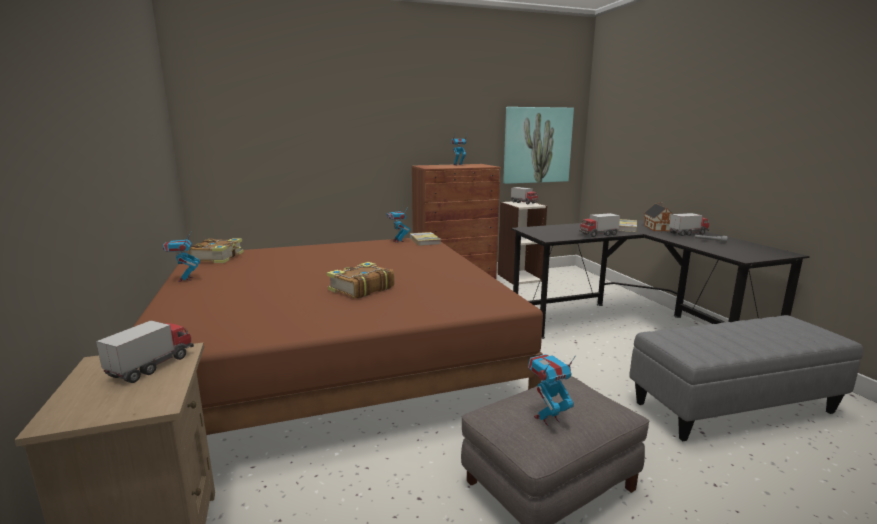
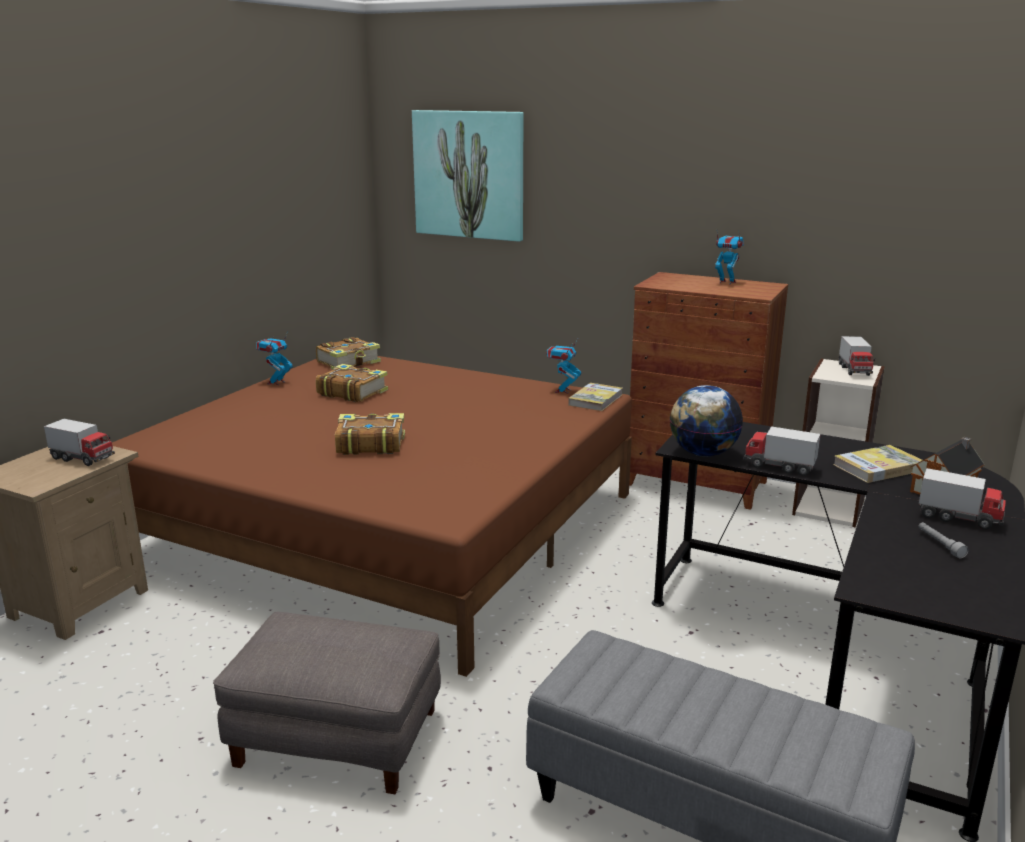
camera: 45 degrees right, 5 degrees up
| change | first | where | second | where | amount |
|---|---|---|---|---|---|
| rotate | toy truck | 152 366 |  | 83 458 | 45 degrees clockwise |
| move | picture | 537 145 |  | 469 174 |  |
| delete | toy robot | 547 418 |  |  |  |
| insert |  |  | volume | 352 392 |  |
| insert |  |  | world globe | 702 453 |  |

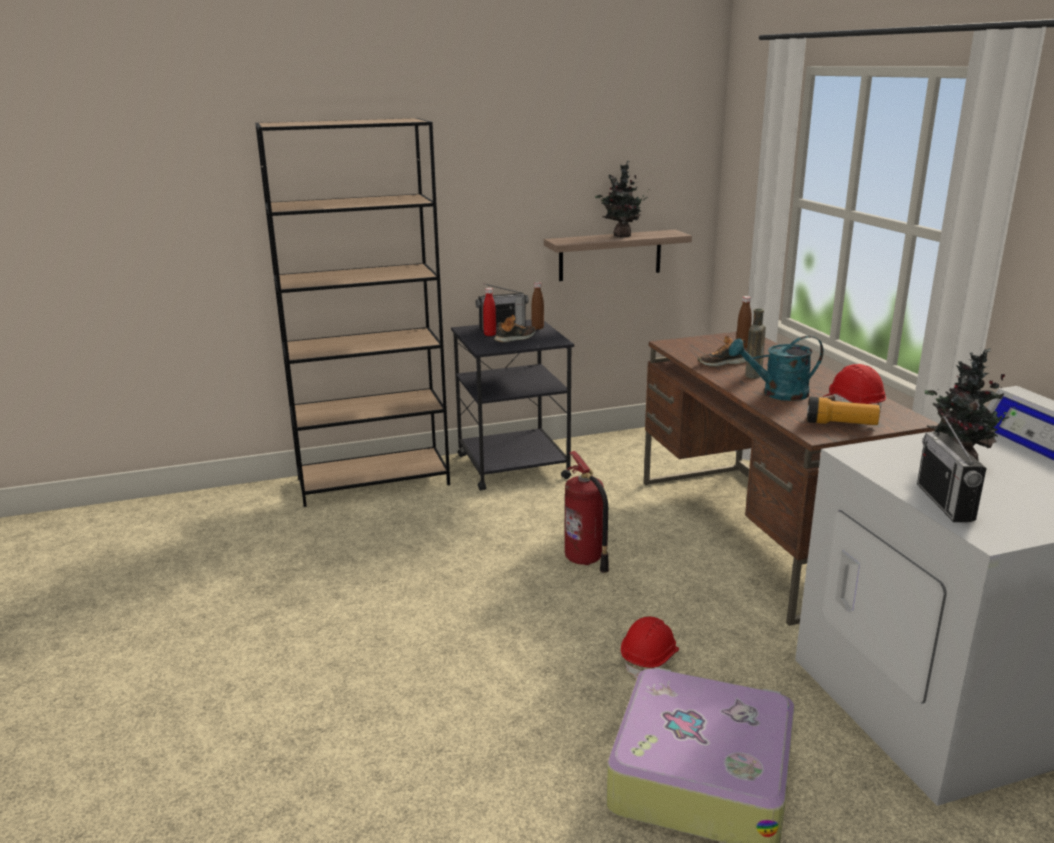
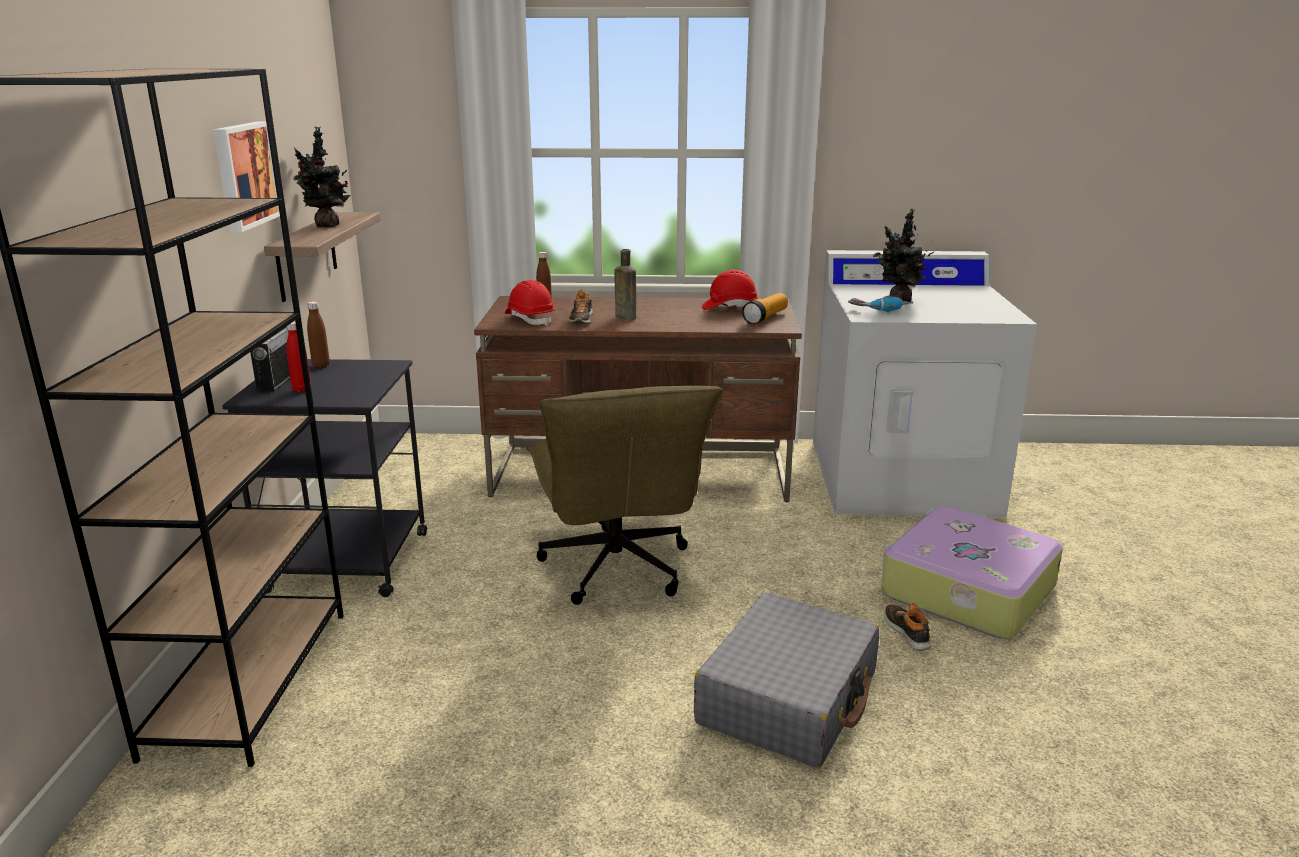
camera: 70 degrees left, 0 degrees up
| change | first | where | second | where | amount |
|---|---|---|---|---|---|
| move | shoe | 515 338 |  | 907 632 |  |
| replace | fire extinguisher | 584 560 | beige-coloured desk chair | 615 565 |  |
| move | red hard hat | 650 659 |  | 530 319 |  |
| delete | turquoise-coloured watering can | 777 394 |  |  |  |
| delete | radio receiver | 944 502 |  |  |  |
| insert |  |  | picture | 243 175 |  |
| insert |  |  | gray suitcase | 788 698 |  |
| insert |  |  | electric drill | 880 310 |  |

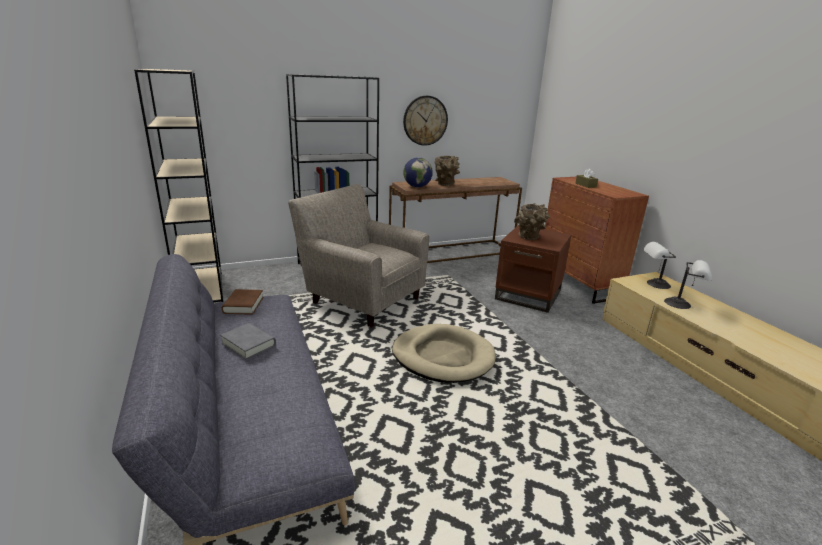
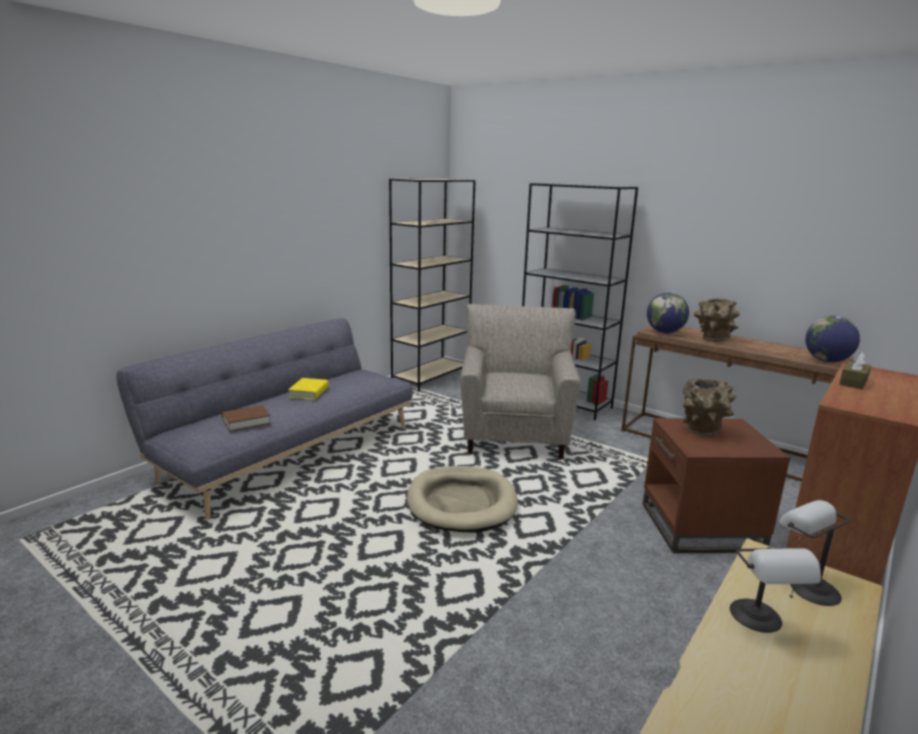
camera: 60 degrees right, 5 degrees down
| change | first | where | second | where | amount |
|---|---|---|---|---|---|
| recolor | gray volume | 248 344 | yellowish volume | 309 392 |  |
| move | brown-coloured volume | 243 305 |  | 246 422 |  |
| delete | clock on the wall | 425 120 |  |  |  |
| insert |  |  | world globe | 827 361 |  |

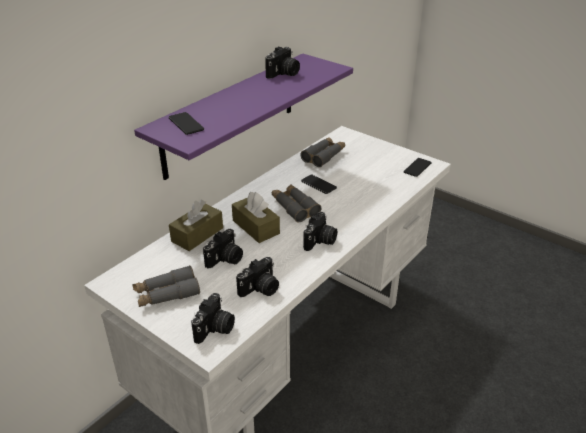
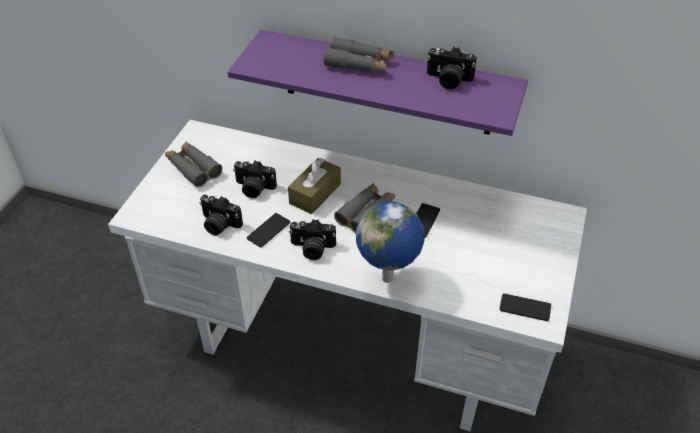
camera: 70 degrees right, 10 degrees up
| change | first | where | second | where | amount |
|---|---|---|---|---|---|
| move | handset | 186 124 |  | 268 230 |  |
| delete | brown-coloured tissue box | 197 234 |  |  |  |
| delete | still camera | 215 329 |  |  |  |
| move | gray binoculars | 324 156 |  | 359 64 |  |
| insert |  |  | world globe | 388 279 |  |

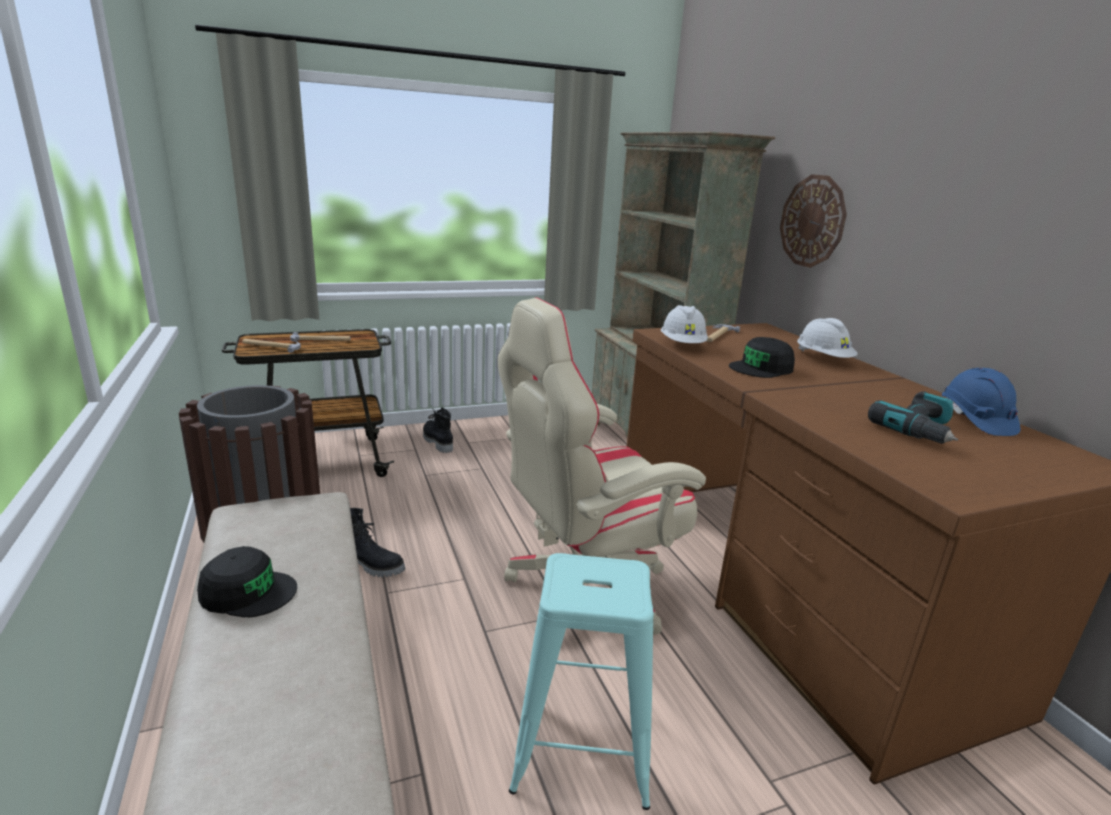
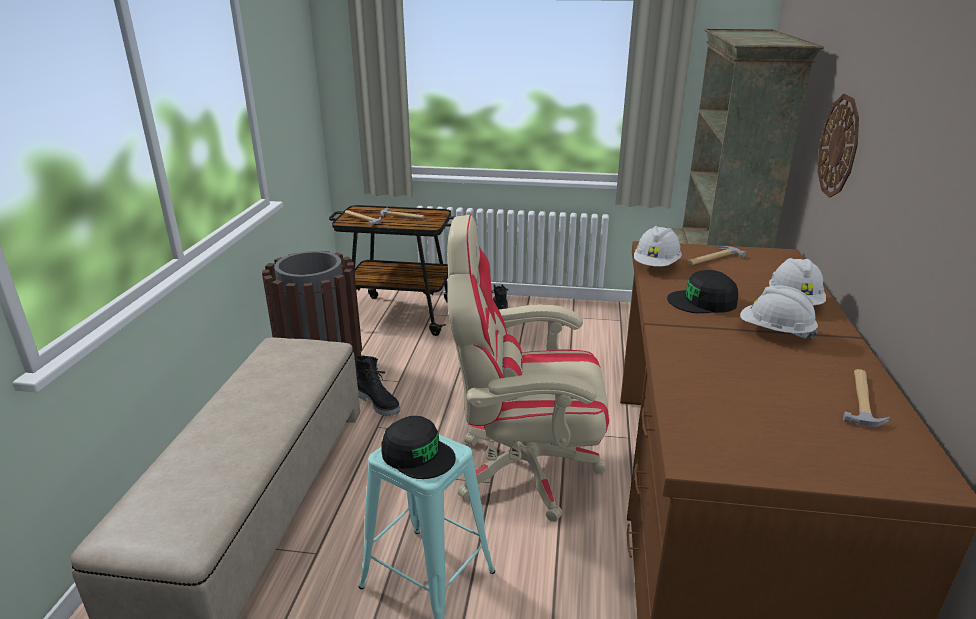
camera: 30 degrees right, 5 degrees up
| change | first | where | second | where | amount |
|---|---|---|---|---|---|
| move | blackish baseball cap | 248 592 |  | 418 455 |  |
| delete | electric drill | 920 430 |  |  |  |
| replace | blue-coloured hard hat | 975 420 | hammer | 862 400 |  |
| insert |  |  | white-coloured hard hat | 775 332 |  |

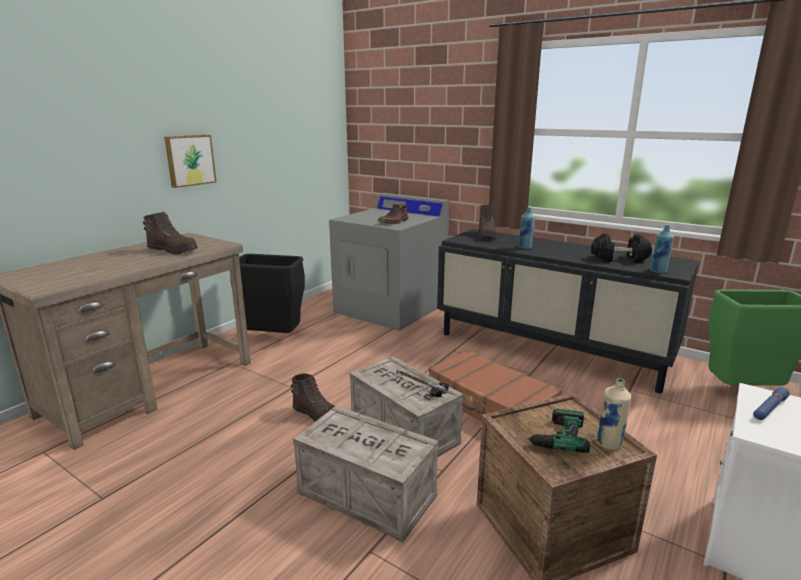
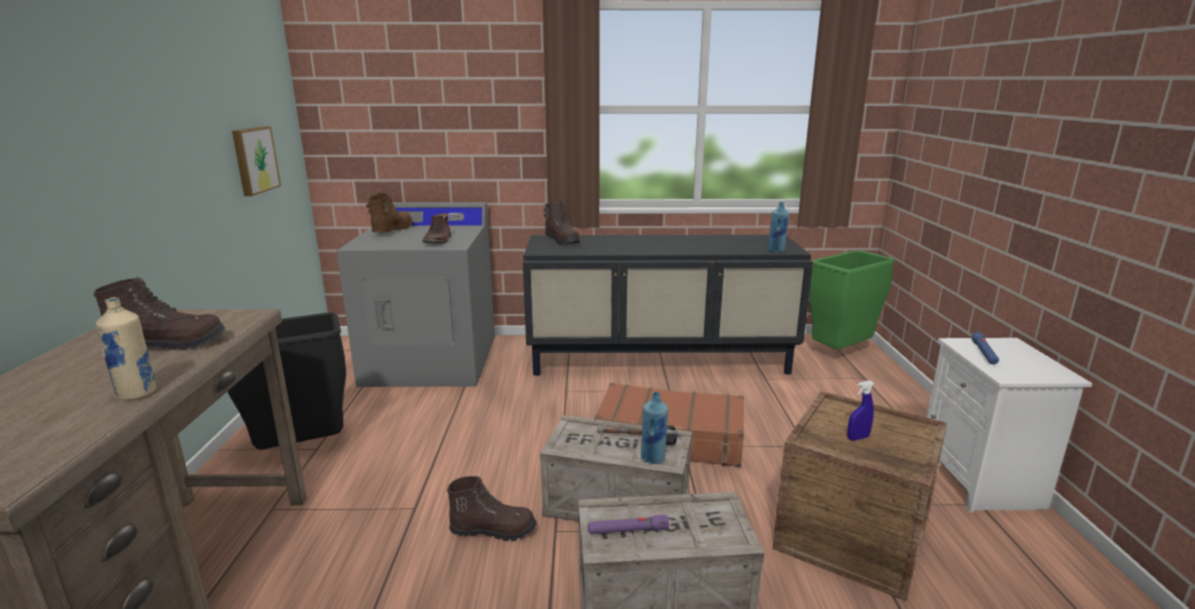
camera: 35 degrees left, 0 degrees up
| change | first | where | second | where | amount |
|---|---|---|---|---|---|
| move | picture | 189 160 |  | 254 160 |  |
| replace | electric drill | 550 435 | blue-coloured sprayer | 857 438 |  |
| move | blue-coloured bottle | 525 247 |  | 653 458 |  |
| delete | blackish dumbbell | 619 259 |  |  |  |
| move | beige-coloured bottle | 609 444 |  | 137 394 |  |
| insert |  |  | brown-coloured boot | 391 230 |  |
| insert |  |  | purple-coloured torch | 627 531 |  |

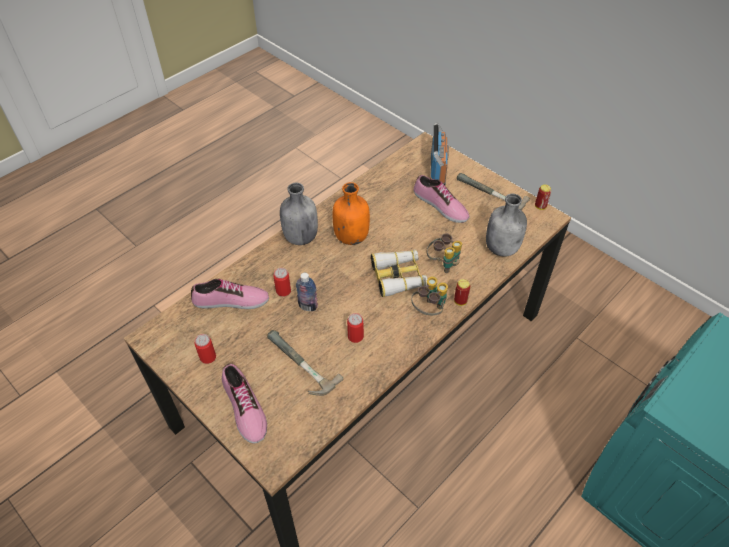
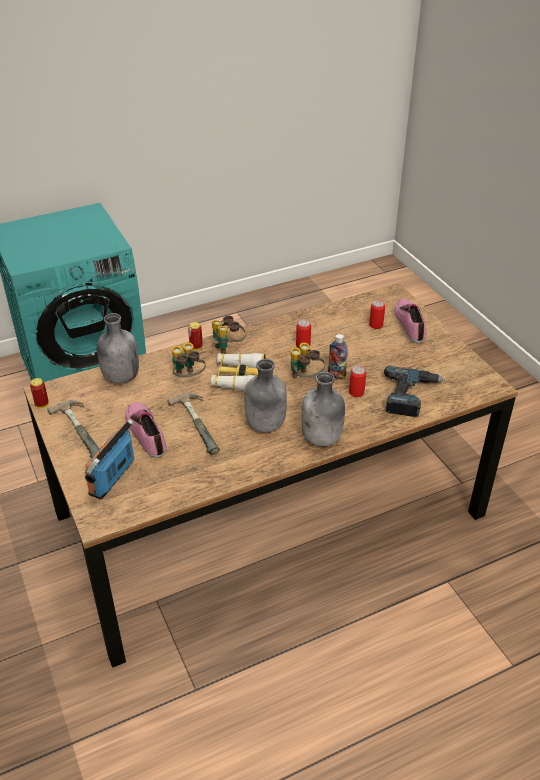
camera: 160 degrees left, 10 degrees down
| change | first | where | second | where | amount |
|---|---|---|---|---|---|
| replace | shoe | 231 301 | electric drill | 410 396 |  |
| move | can | 208 357 |  | 376 325 |  |
| move | hammer | 297 366 |  | 202 423 |  |
| recolor | orange bottle | 351 236 | gray bottle | 265 425 |  |
| insert |  |  | binoculars | 305 378 |  |

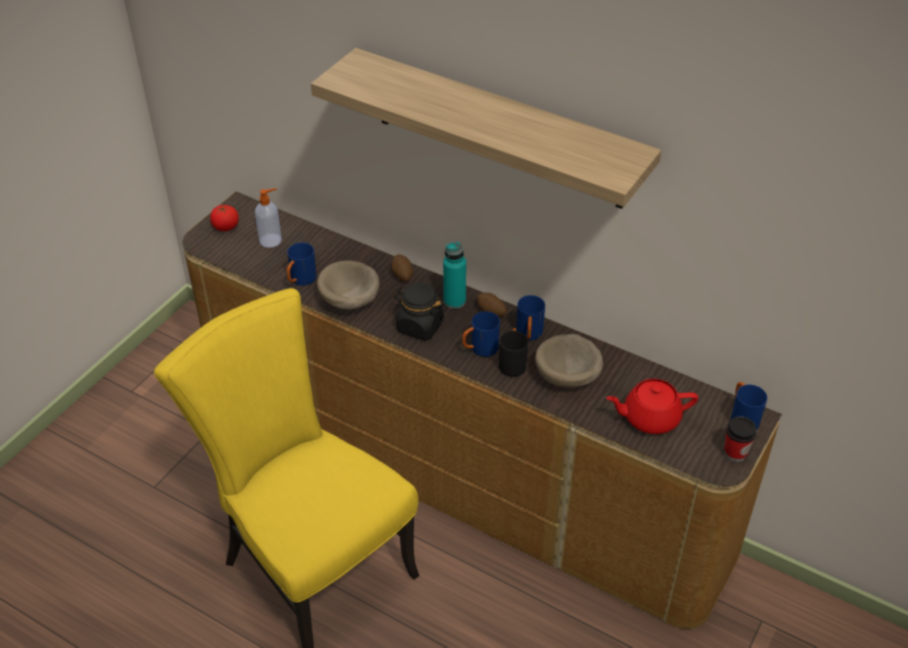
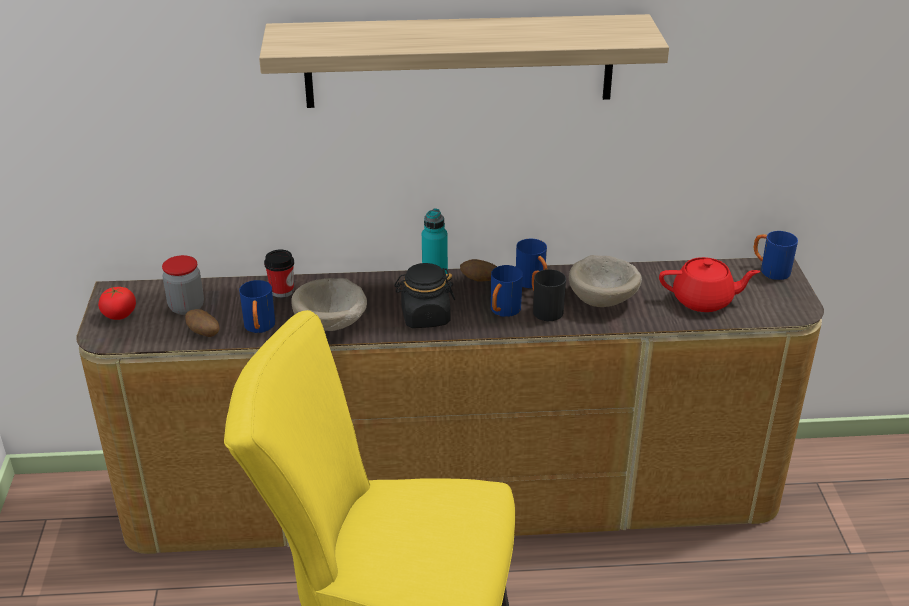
camera: 35 degrees left, 10 degrees down
| change | first | where | second | where | amount |
|---|---|---|---|---|---|
| replace | soap bottle | 271 240 | jar | 186 307 |  |
| move | potato | 402 275 |  | 203 333 |  |
| rotate | red tea pot | 649 418 |  | 703 301 | 135 degrees counterclockwise |
| move | small cup | 735 453 |  | 282 291 |  |

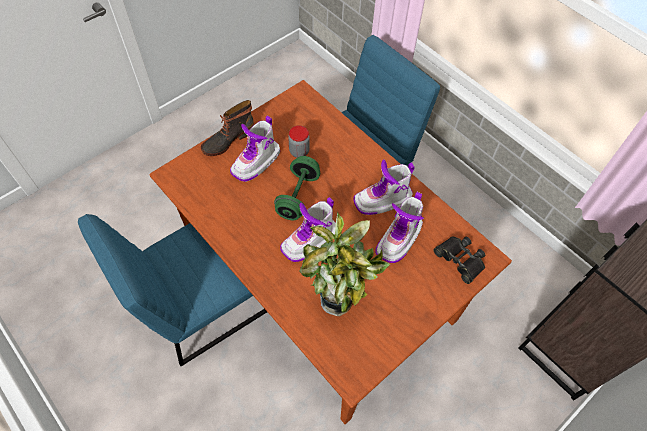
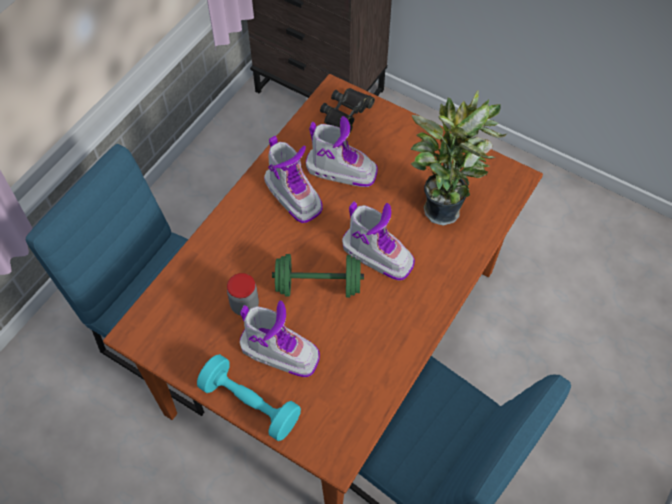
camera: 105 degrees left, 0 degrees up
| change | first | where | second | where | amount |
|---|---|---|---|---|---|
| replace | boot | 228 139 | turquoise-coloured dumbbell | 250 404 |  |

